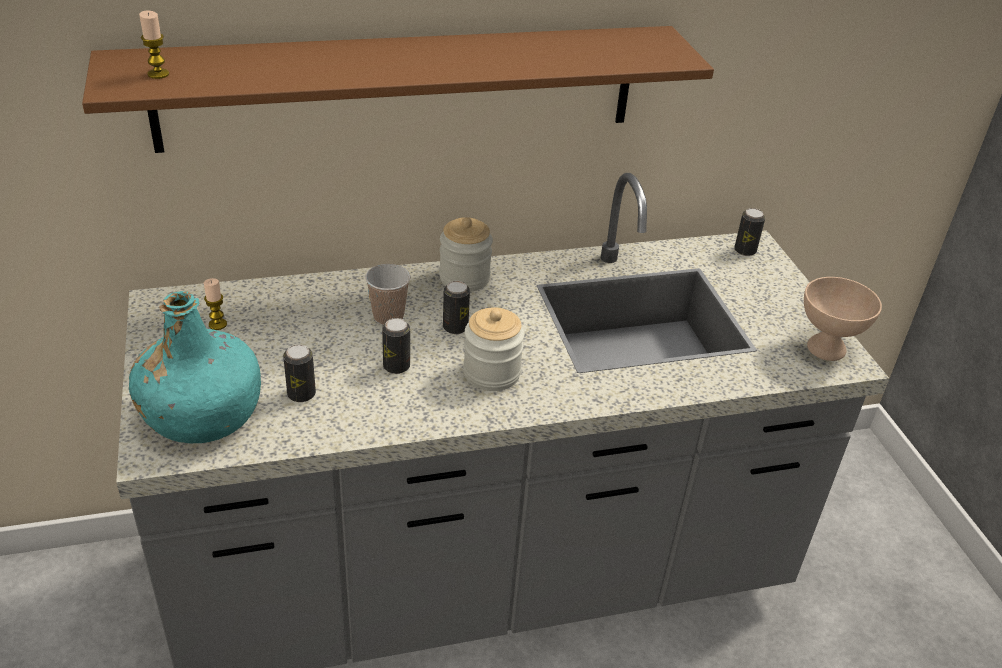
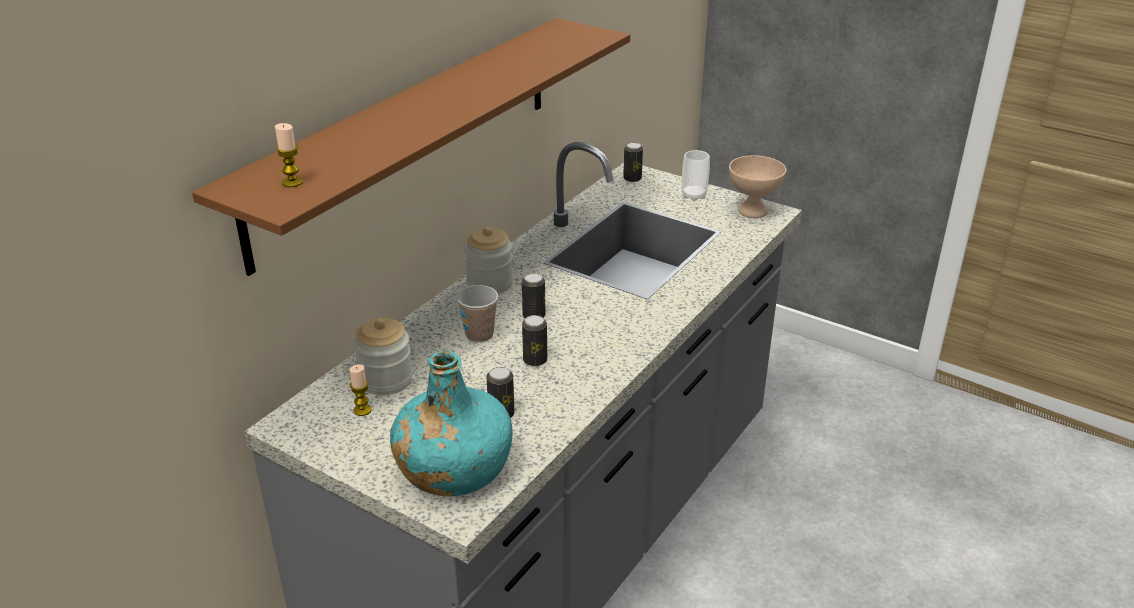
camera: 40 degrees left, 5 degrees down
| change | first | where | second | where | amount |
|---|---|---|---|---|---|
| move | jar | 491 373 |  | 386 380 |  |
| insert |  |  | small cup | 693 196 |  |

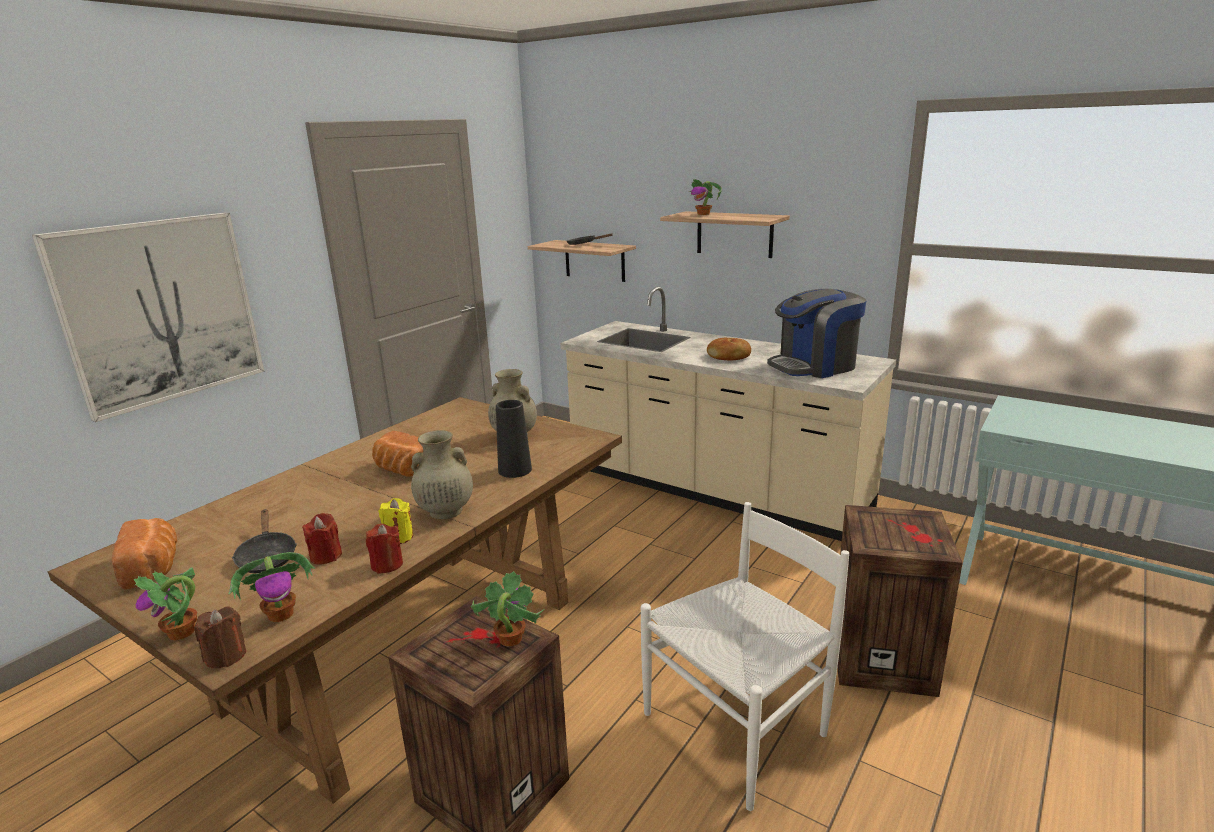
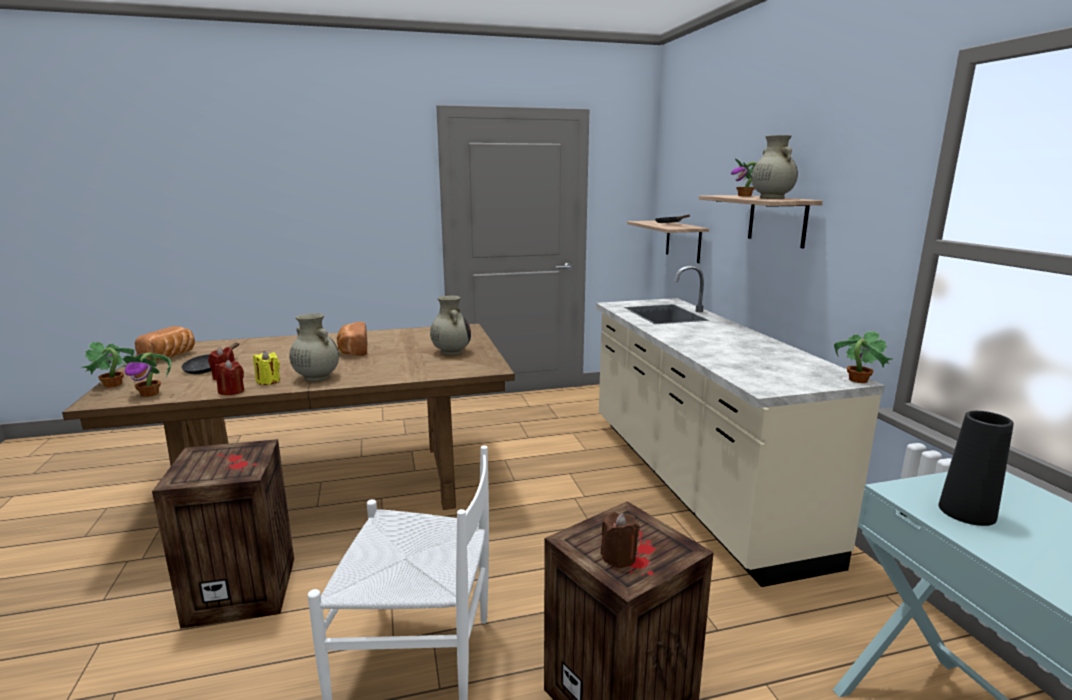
camera: 40 degrees right, 5 degrees down
| change | first | where | second | where | amount |
|---|---|---|---|---|---|
| delete | picture | 161 311 |  |  |  |
| move | brown-coloured wax light | 226 656 |  | 618 557 |  |
| move | plant in a pot | 509 639 |  | 857 380 |  |
| move | blackish vase | 515 470 |  | 967 512 |  |
| delete | bakery bread | 729 356 |  |  |  |
| delete | coffee brewer | 814 366 |  |  |  |
| insert |  |  | beige-coloured vase | 771 198 |  |

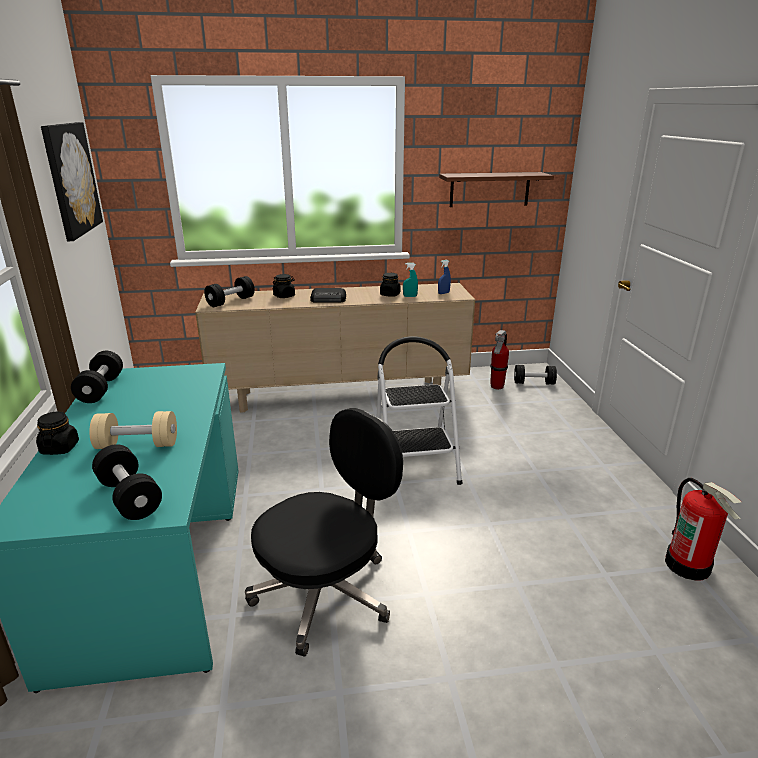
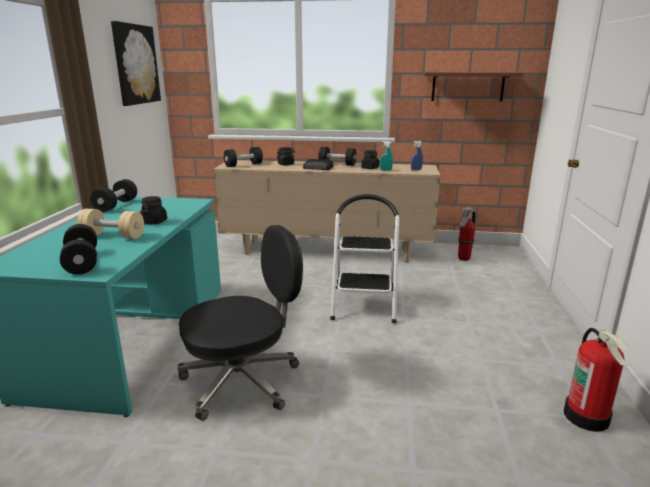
camera: 15 degrees right, 5 degrees down
| change | first | where | second | where | amount |
|---|---|---|---|---|---|
| move | blackish jar | 60 448 |  | 154 222 |  |
| move | blackish dumbbell | 534 383 |  | 337 164 |  |

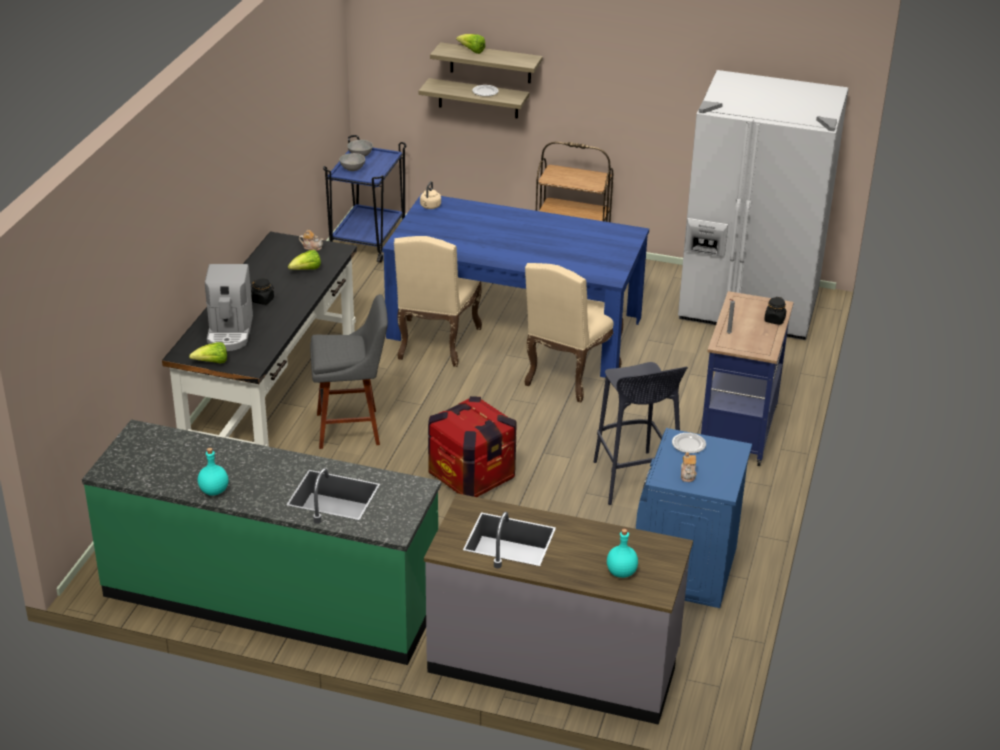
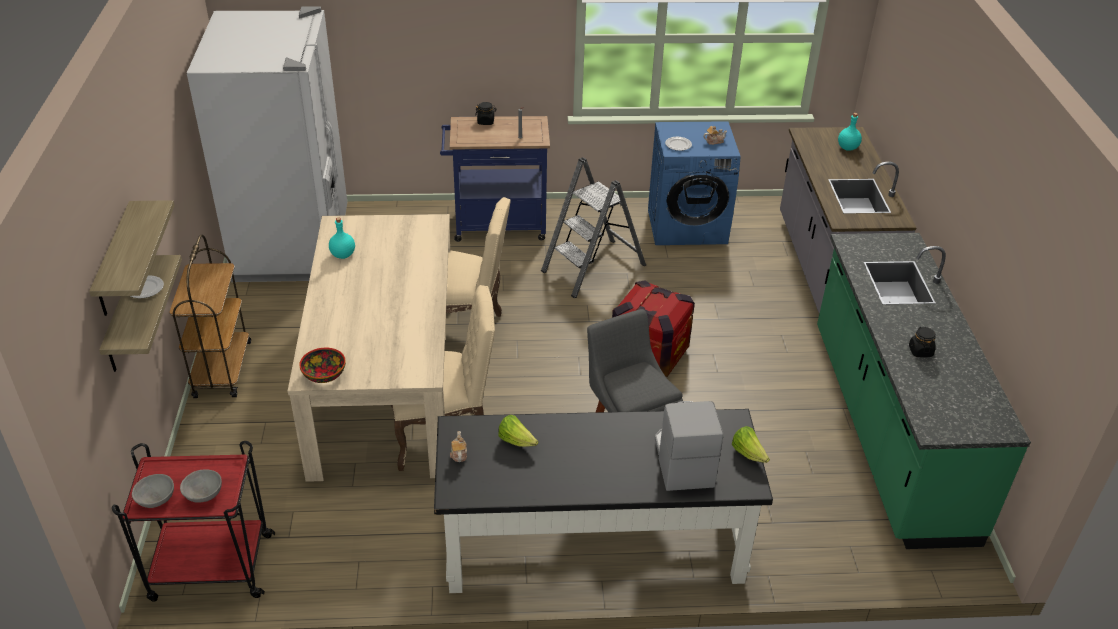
camera: 110 degrees left, 5 degrees up
| change | first | where | second | where | amount |
|---|---|---|---|---|---|
| move | turquoise-coloured bottle | 214 490 |  | 342 255 |  |
| rotate | coffee brewer | 230 332 |  | 682 461 | 75 degrees counterclockwise |
| move | blackish jar | 263 300 |  | 920 351 |  |
| recolor | blue-coloured cart | 368 240 | red cart | 210 567 |  |
| recolor | blue-coloured dining table | 515 327 | beige-coloured dining table | 386 382 |  |
| replace | beige-coloured water kettle | 430 207 | bowl | 324 374 |  |
| delete | lettuce head | 472 51 |  |  |  |
| replace | gray stool seat | 634 478 | gray stepladder | 595 267 |  |

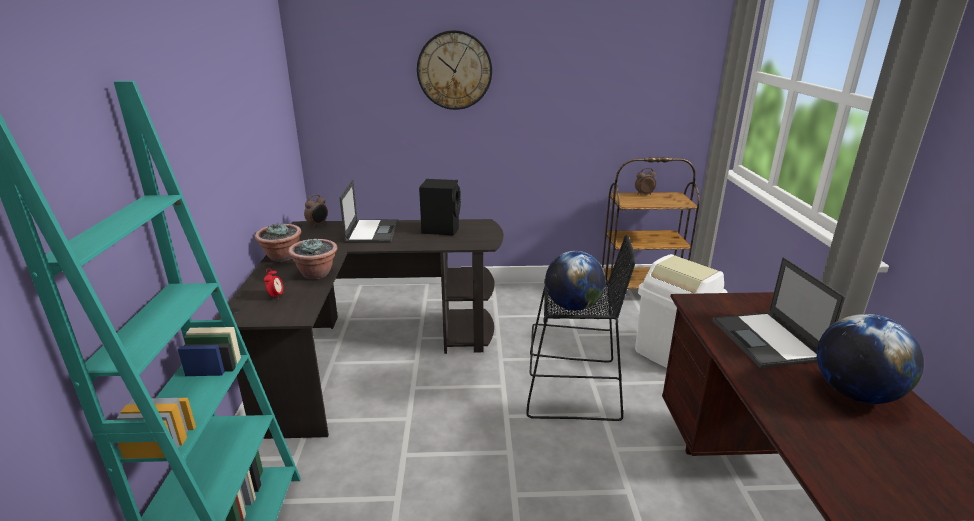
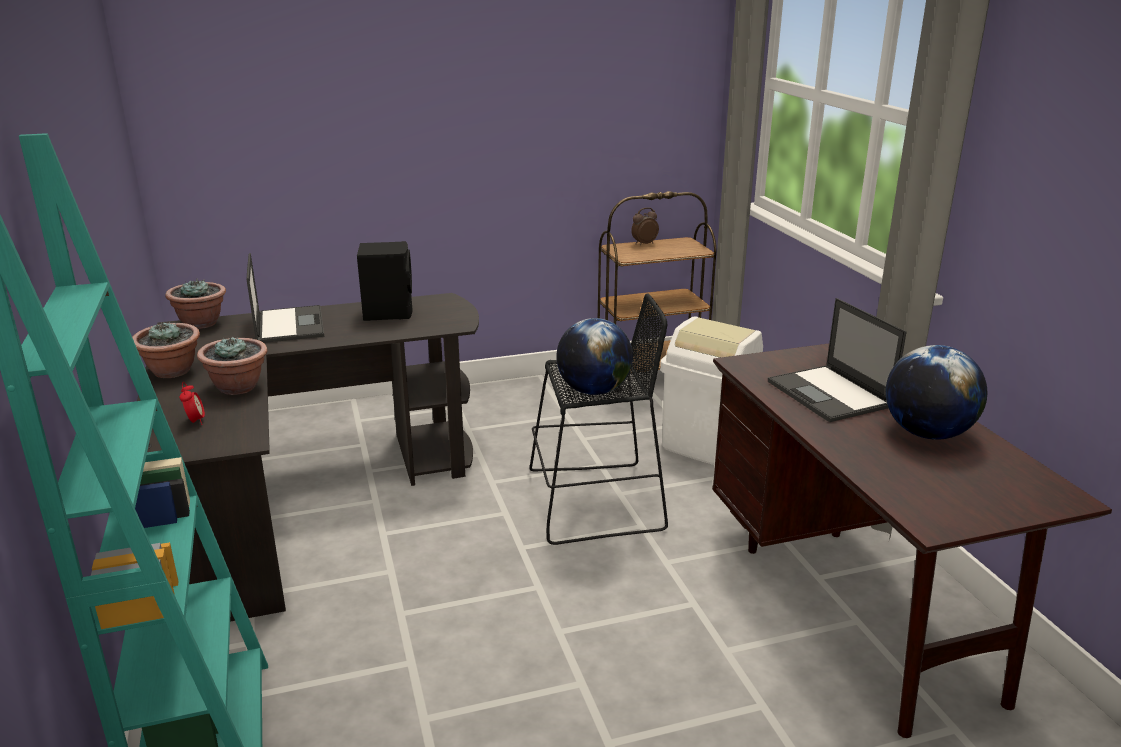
camera: 15 degrees left, 0 degrees up
| change | first | where | second | where | amount |
|---|---|---|---|---|---|
| replace | alarm clock | 318 225 | plant in a pot | 201 323 |  |
| delete | clock on the wall | 454 70 |  |  |  |

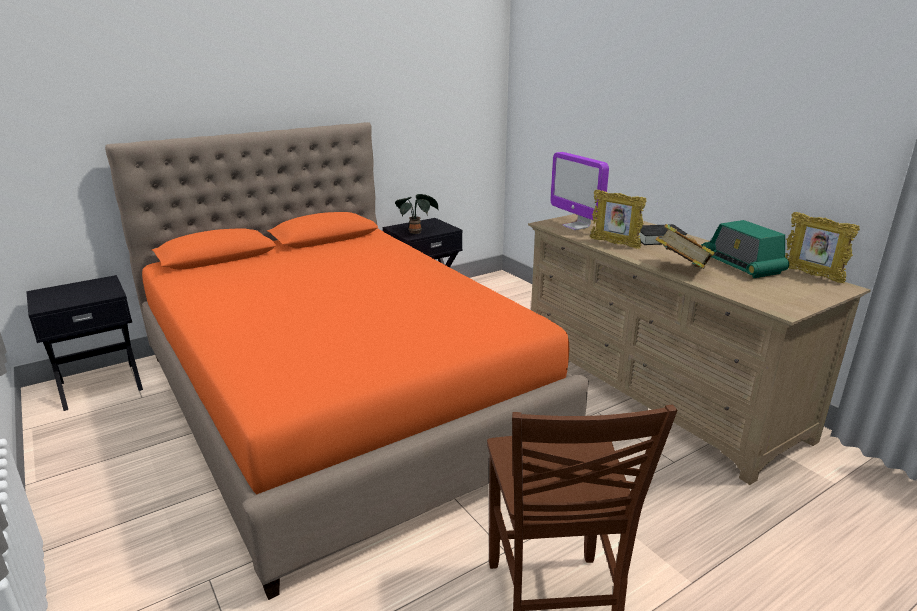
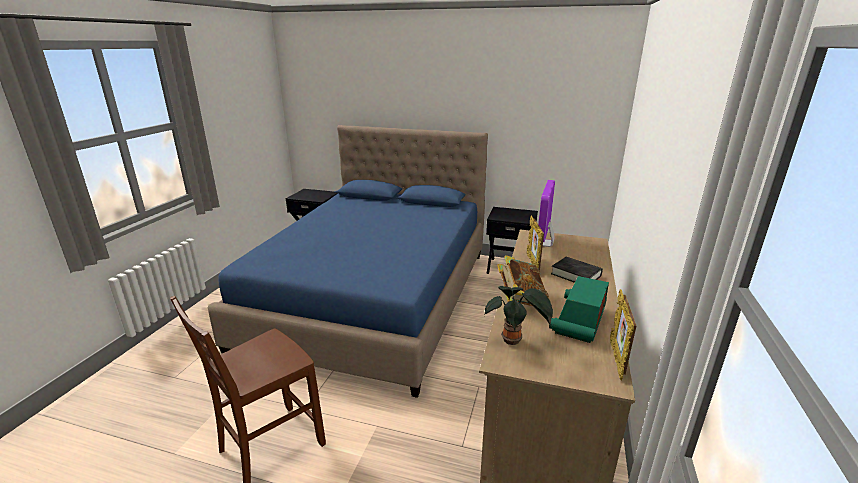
camera: 50 degrees right, 0 degrees up
| change | first | where | second | where | amount |
|---|---|---|---|---|---|
| recolor | orange sleeping bed | 339 400 | blue-coloured sleeping bed | 375 297 |  |
| move | plant in a pot | 416 232 |  | 513 341 |  |

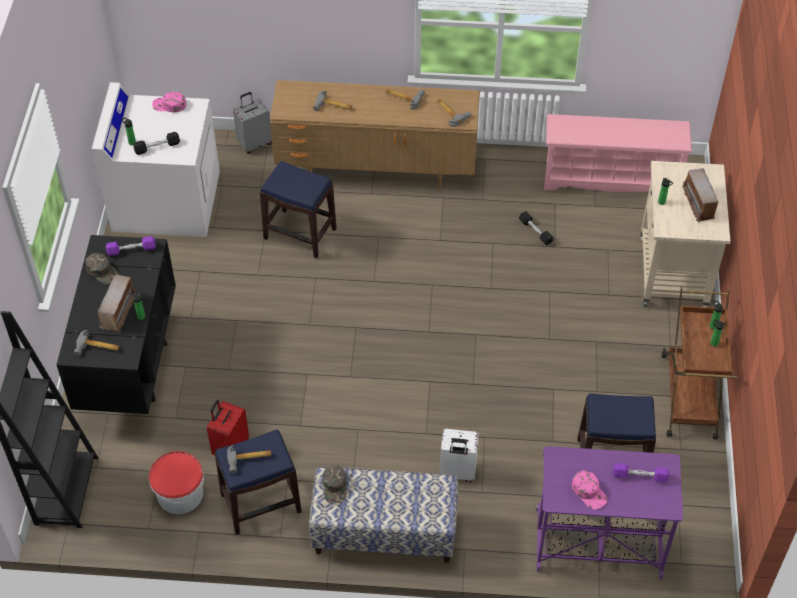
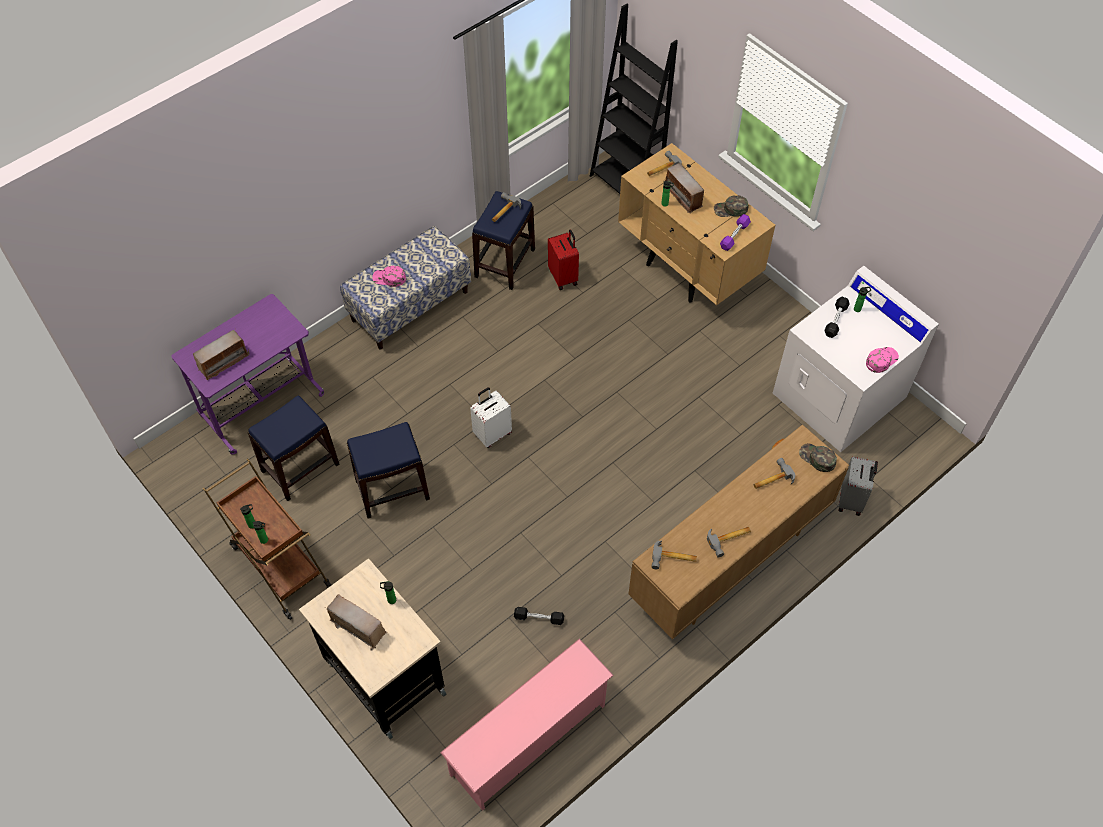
camera: 135 degrees right, 5 degrees up
| change | first | where | second | where | amount |
|---|---|---|---|---|---|
| recolor | blackish drawer chest | 130 369 | beige-coloured drawer chest | 688 270 |  |
| delete | water bucket | 180 494 |  |  |  |
| move | stool seat | 299 234 |  | 392 490 |  |
| move | green baseball cap | 335 486 |  | 817 458 |  |
| move | white-coloured suitcase | 457 472 |  | 492 433 |  |
| move | pink-coloured baseball cap | 589 492 |  | 389 278 |  |
| replace | purple-coloured dumbbell | 640 476 | radio receiver | 223 362 |  |
| recolor | beige-coloured cart | 673 274 | blackish cart | 384 677 |  |

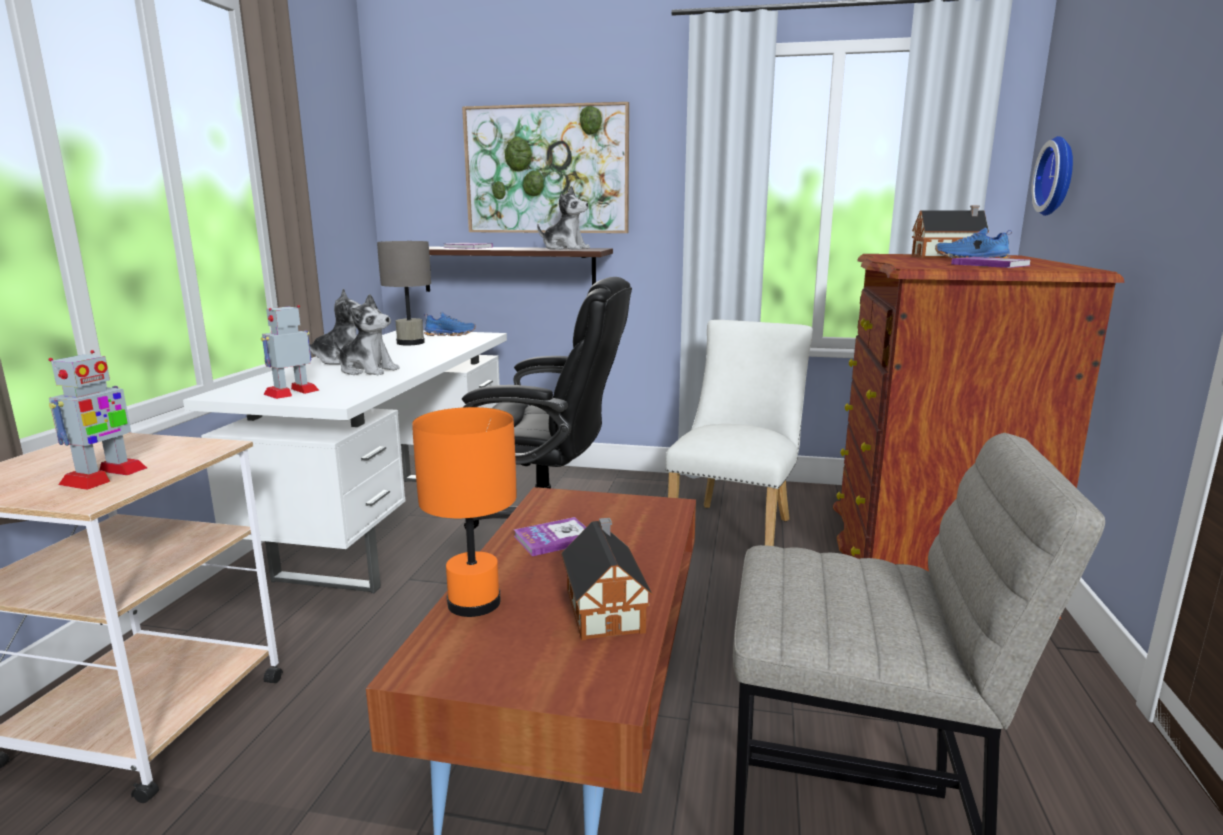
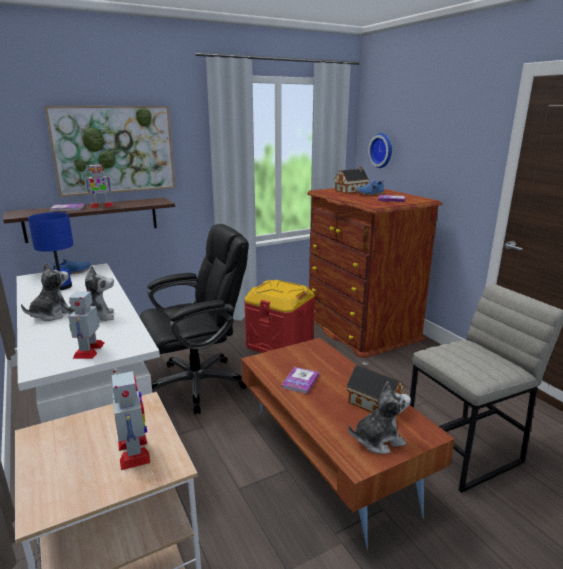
camera: 40 degrees left, 5 degrees up
| change | first | where | second | where | amount |
|---|---|---|---|---|---|
| recolor | gray table lamp | 410 343 | blue-coloured table lamp | 61 287 |  |
| delete | orange table lamp | 472 603 |  |  |  |
| move | plush toy | 565 249 |  | 378 440 |  |
| replace | white-coloured chair | 735 528 | red storage box | 279 343 |  |
| insert |  |  | toy robot | 101 206 |  |

